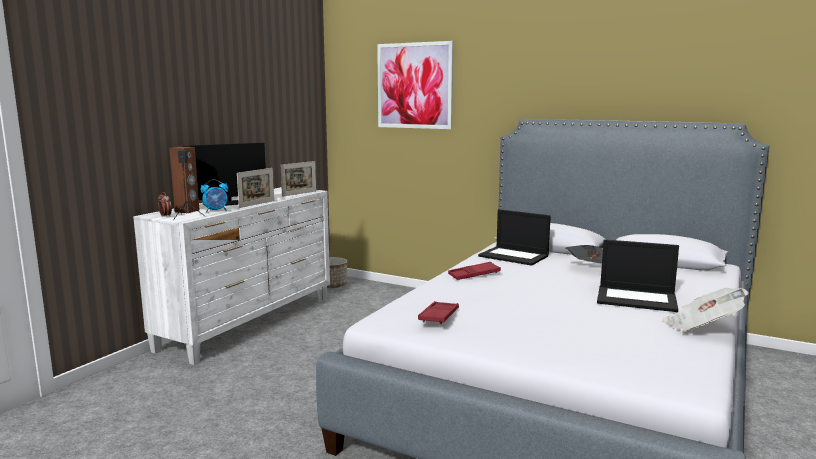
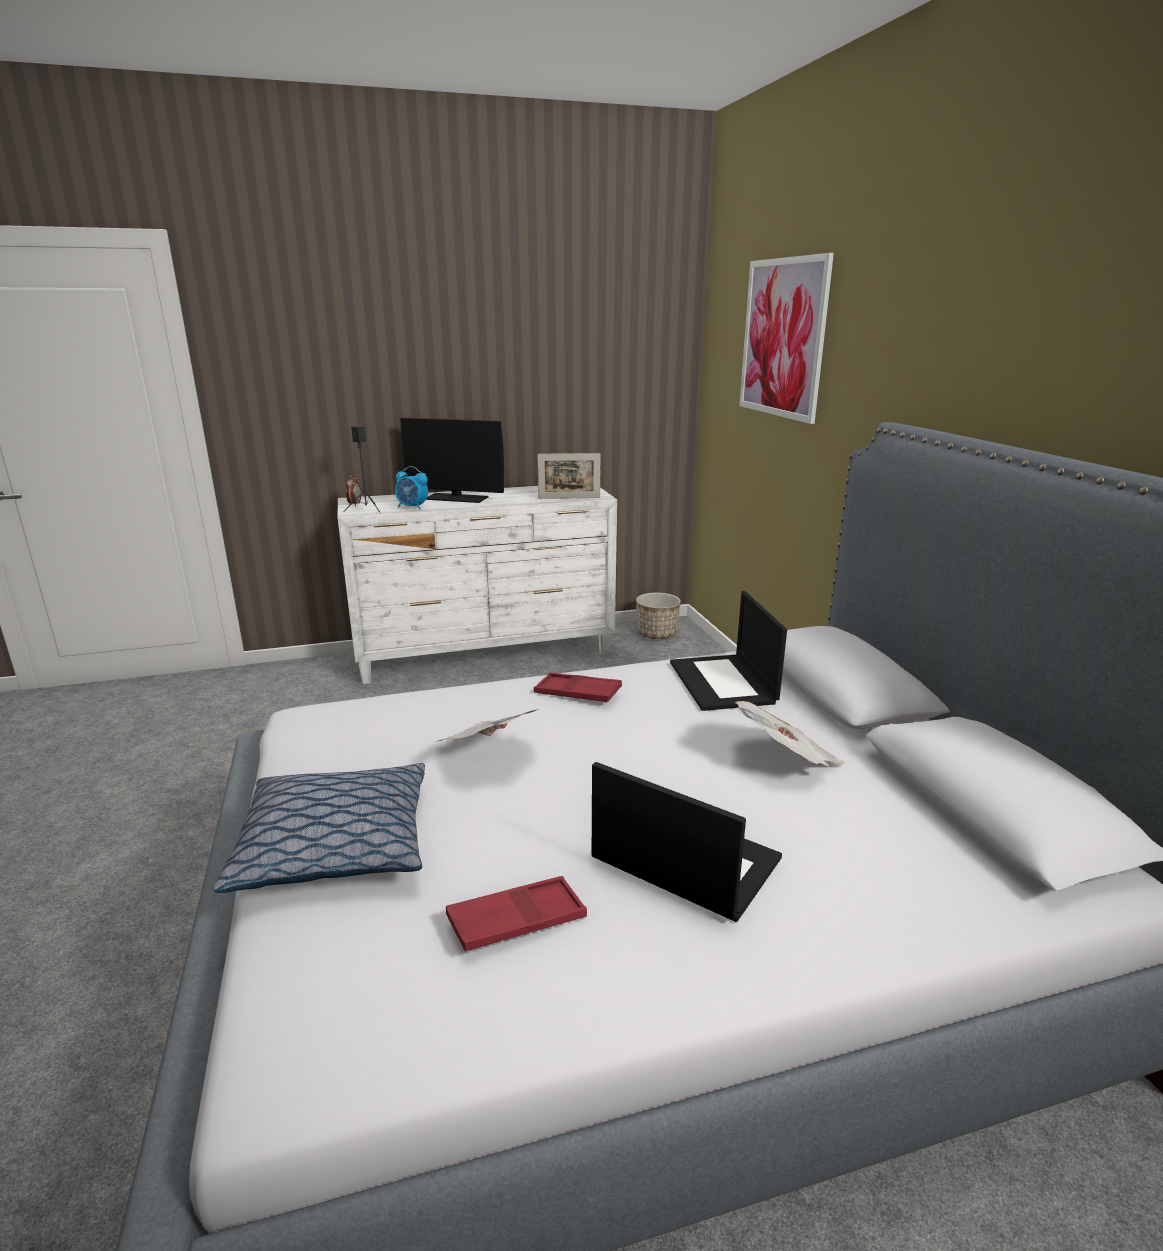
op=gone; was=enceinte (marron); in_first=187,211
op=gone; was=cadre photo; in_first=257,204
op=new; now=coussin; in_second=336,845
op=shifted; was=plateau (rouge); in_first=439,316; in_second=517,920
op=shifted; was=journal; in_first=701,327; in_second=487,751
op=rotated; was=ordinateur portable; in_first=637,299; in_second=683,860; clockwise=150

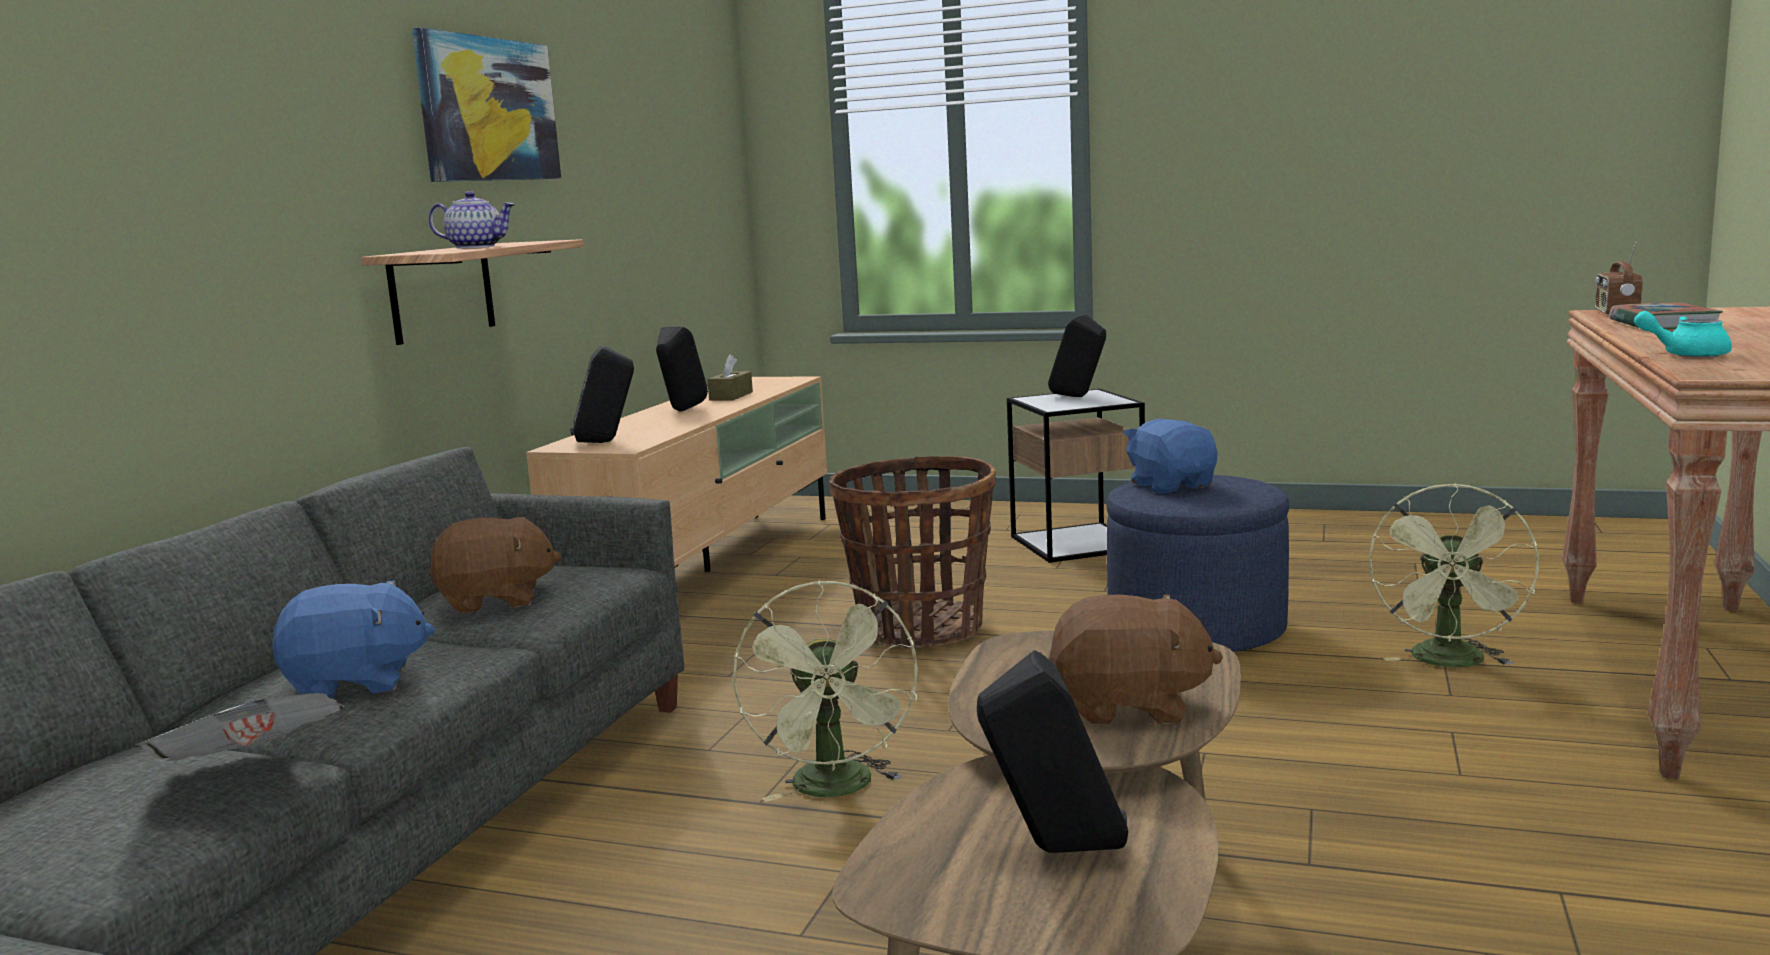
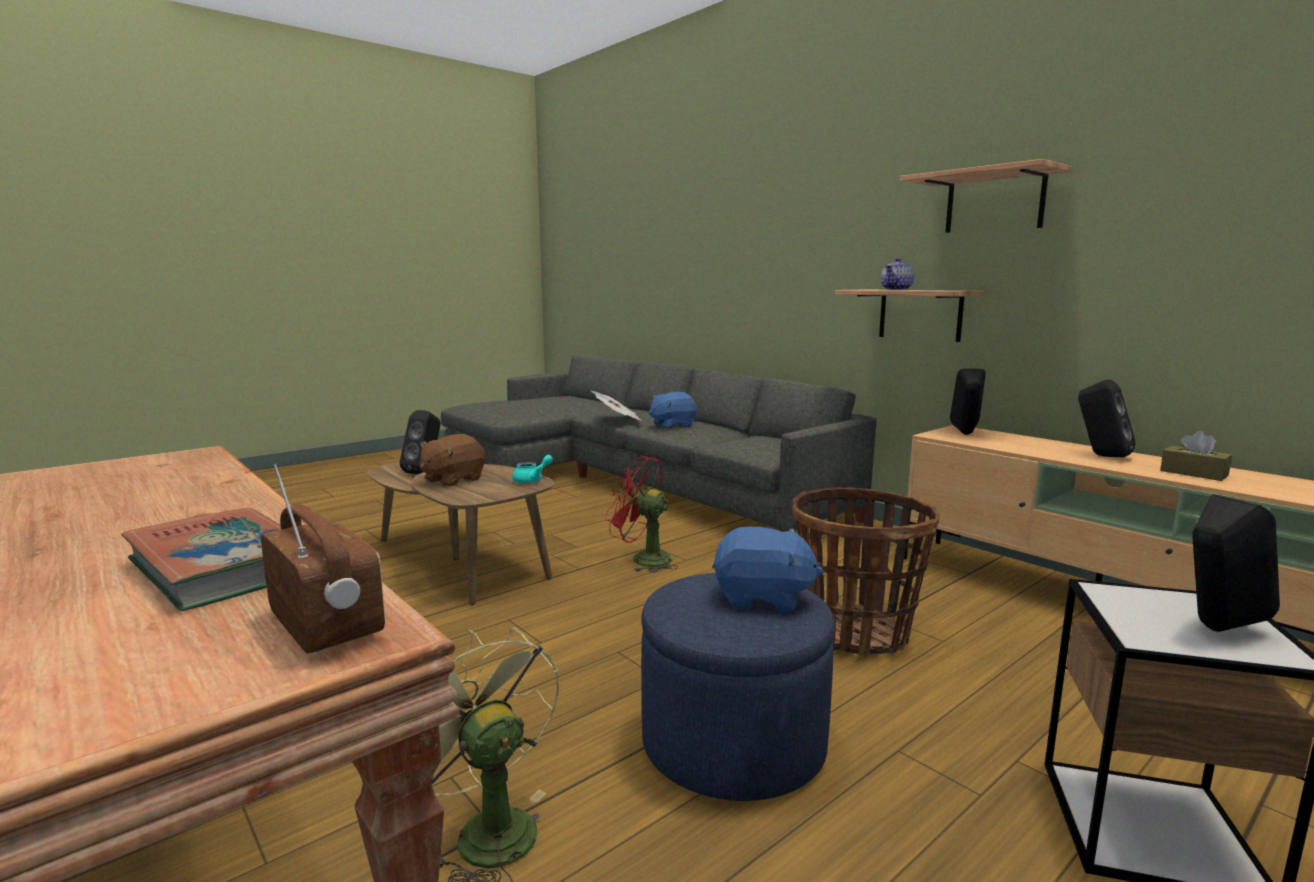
op=gone; was=peluche (marron); in_first=496,601
op=shifted; was=théière (turquoise); in_first=1685,355; in_second=532,480
op=swapped; was=tableau; now=étagère; in_first=487,109; in_second=994,202
op=repainted; was=ventilateur (vert); now=ventilateur (rouge); in_first=837,789; in_second=642,559
op=rotated; was=peluche (bleu); in_first=356,683; in_second=672,425; clockwise=45

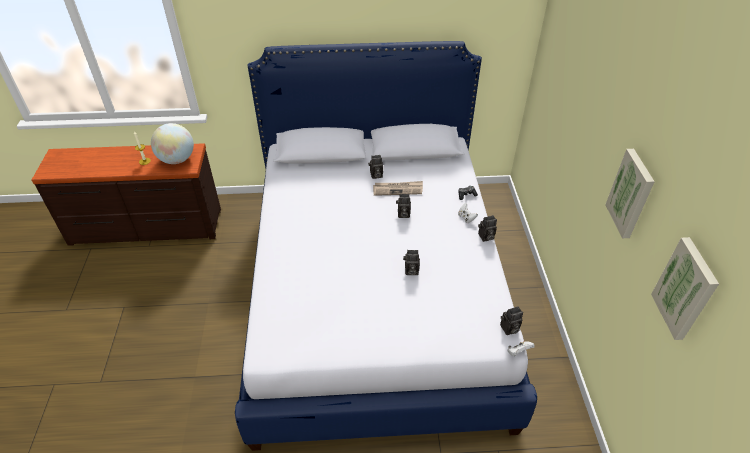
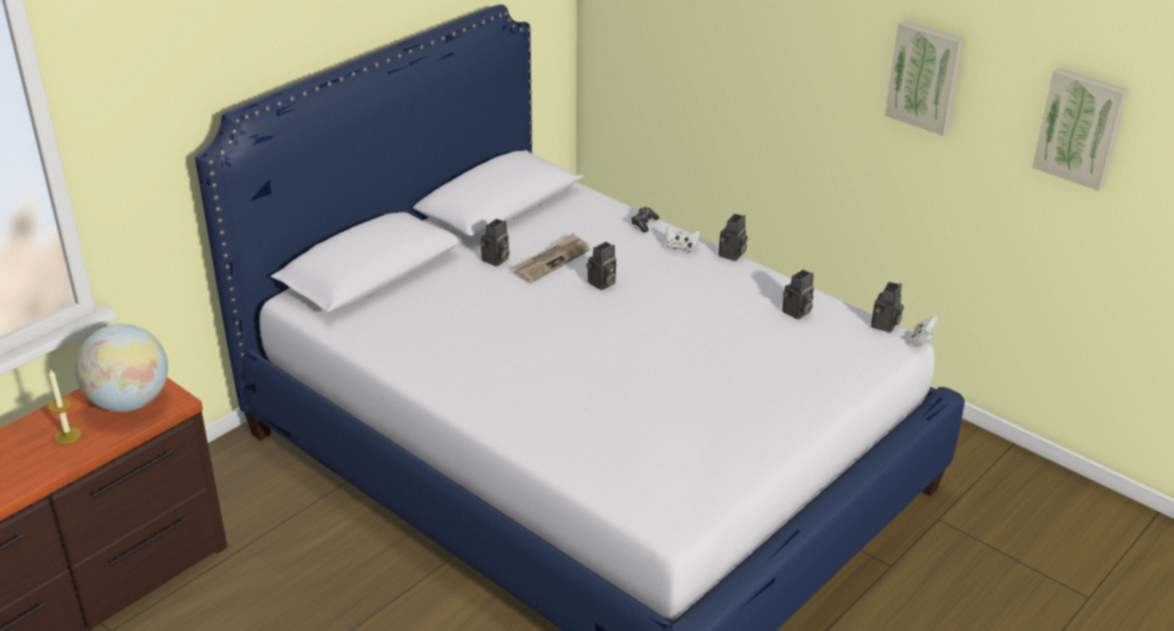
op=shifted; was=appareil photo; in_first=410,271; in_second=796,313

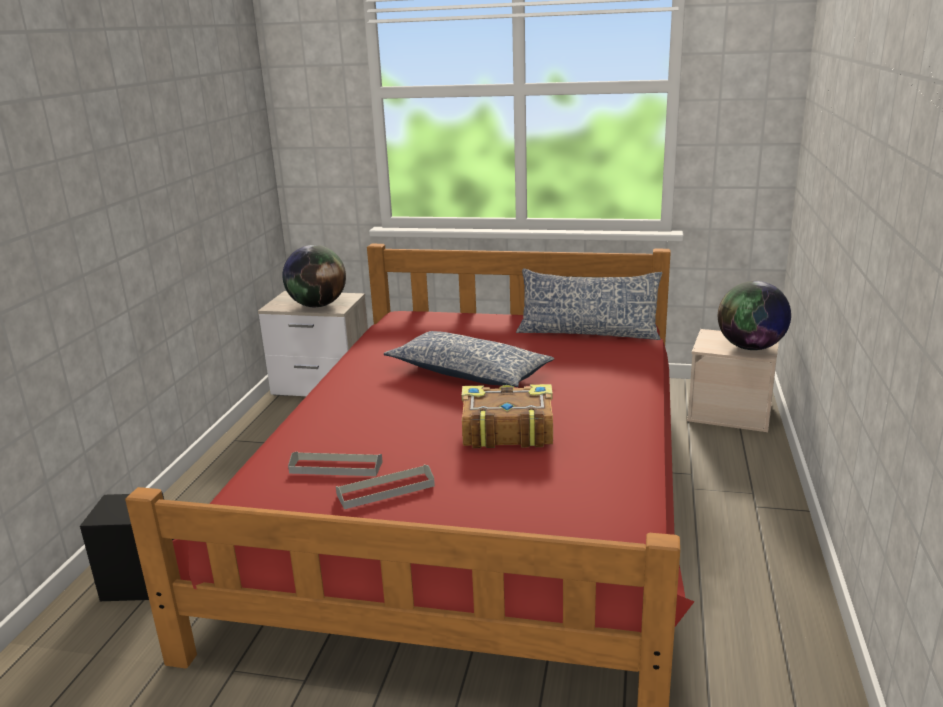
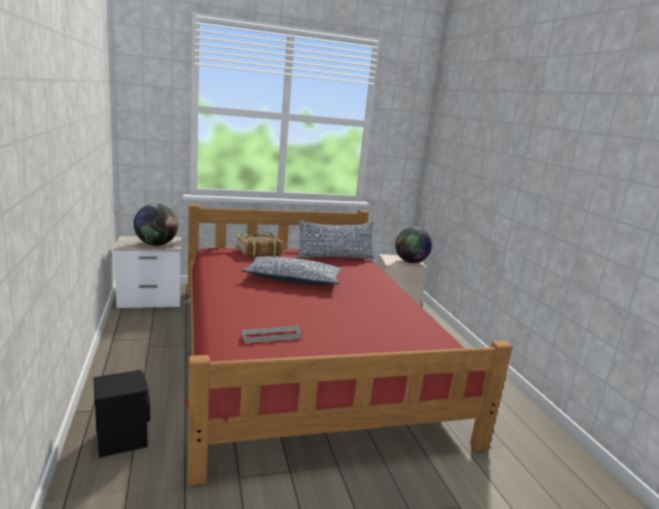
op=gone; was=plateau (gris); in_first=385,490
op=shifted; was=livre; in_first=506,430; in_second=257,251

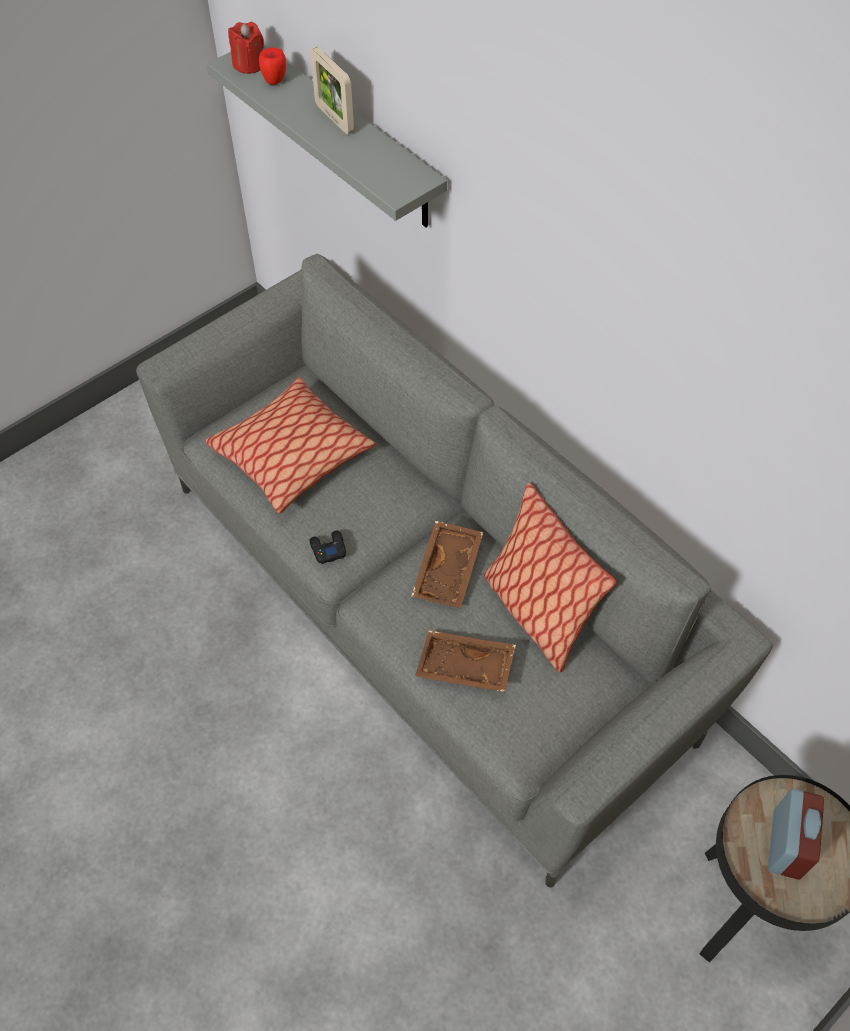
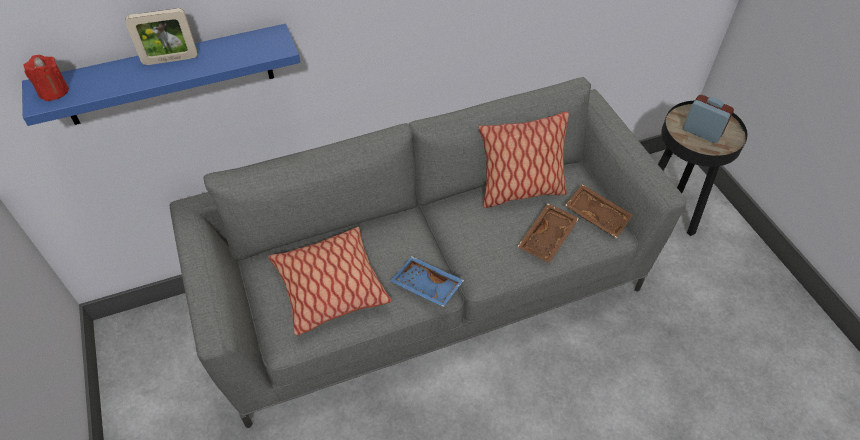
op=gone; was=pomme; in_first=274,82
op=shifted; was=plateau (marron); in_first=449,571; in_second=597,215
op=swapped; was=manette (noir); now=plateau (bleu); in_first=328,549; in_second=426,287
op=repainted; was=étagère (gris); now=étagère (bleu); in_first=348,137; in_second=168,75

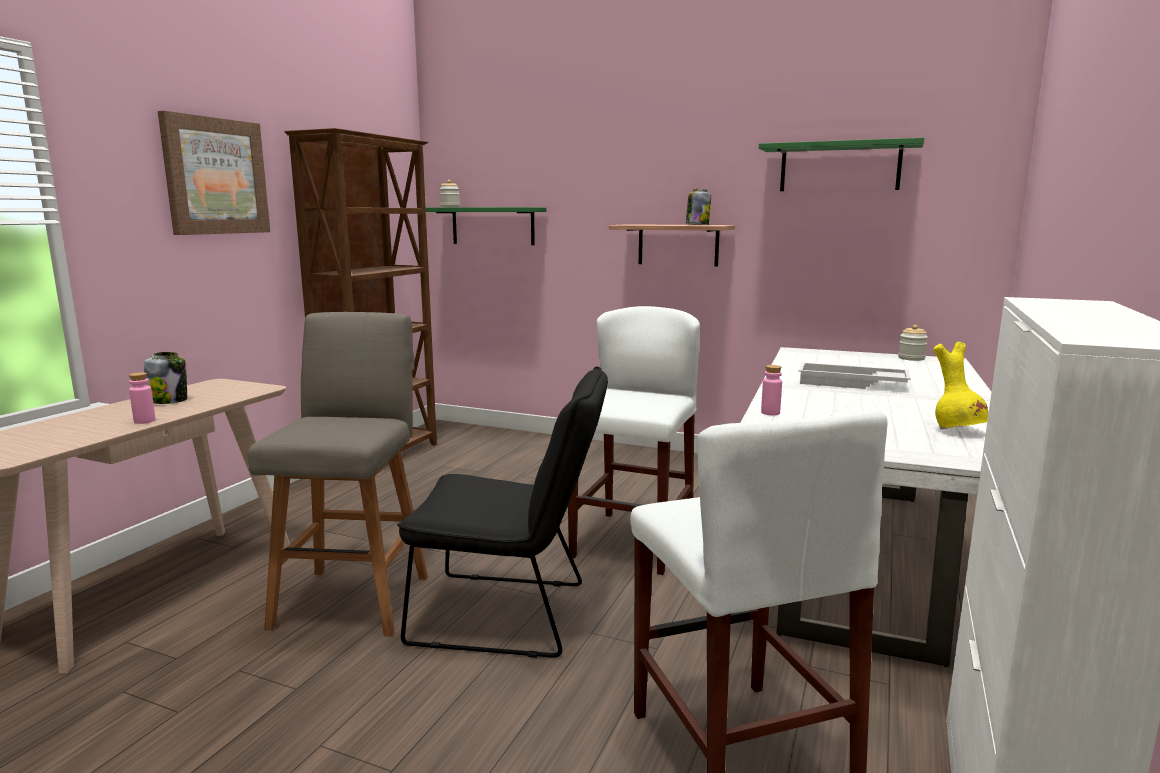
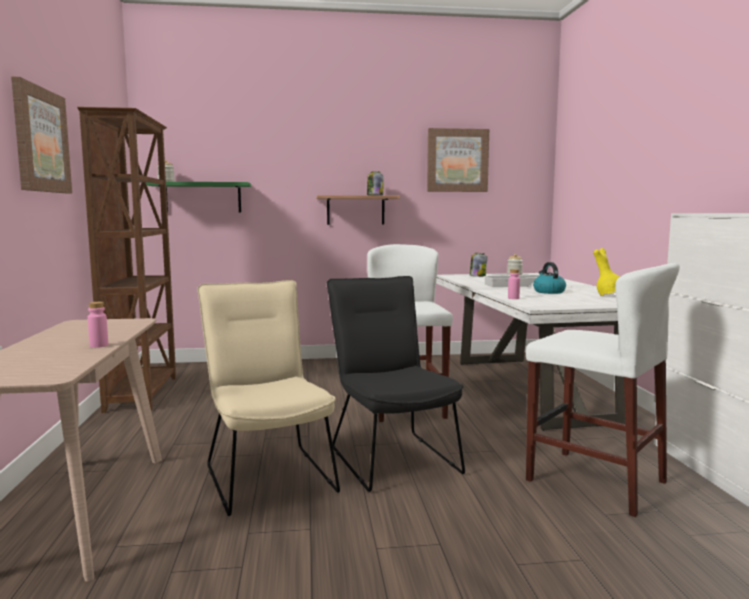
op=new; now=bouilloire; in_second=548,292
op=shifted; was=bocal; in_first=168,400; in_second=477,276
op=swapped; was=tabouret (gris); now=chaise (beige); in_first=354,598; in_second=267,474
op=swapped; was=étagère (vert); now=tableau; in_first=839,167; in_second=457,160
op=rotated; was=chaise (noir); in_first=512,615; in_second=390,456; clockwise=-90

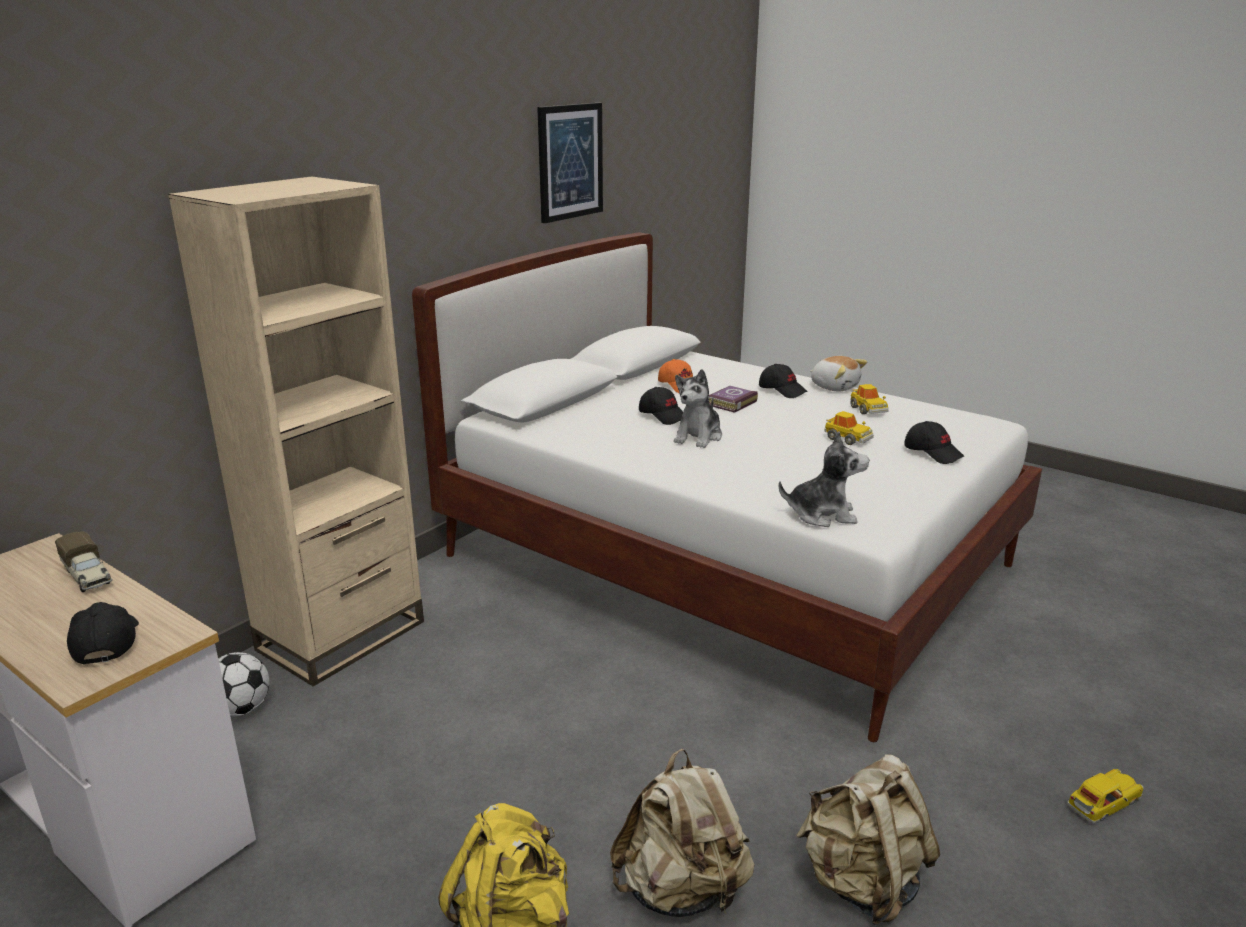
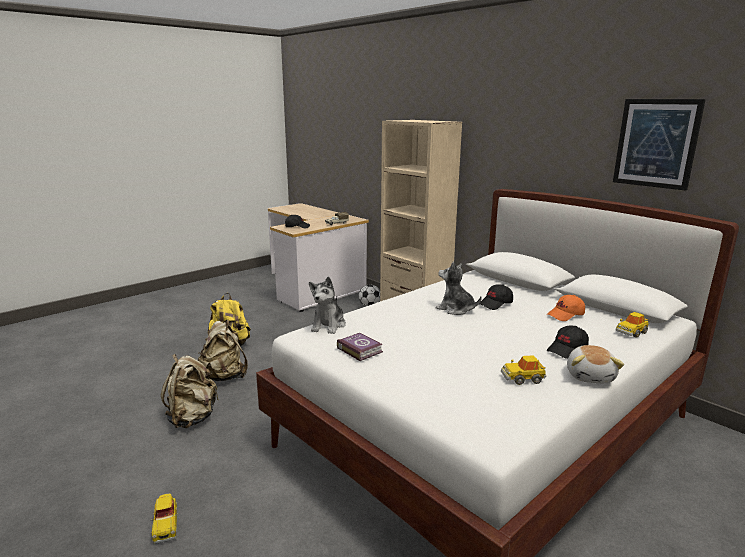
op=gone; was=casquette (noir); in_first=933,453
op=shifted; was=livre; in_first=730,403; in_second=359,349
op=shifted; was=petite voiture; in_first=847,438; in_second=631,332
op=rotated; was=peluche; in_first=834,387; in_second=590,376; clockwise=-45

